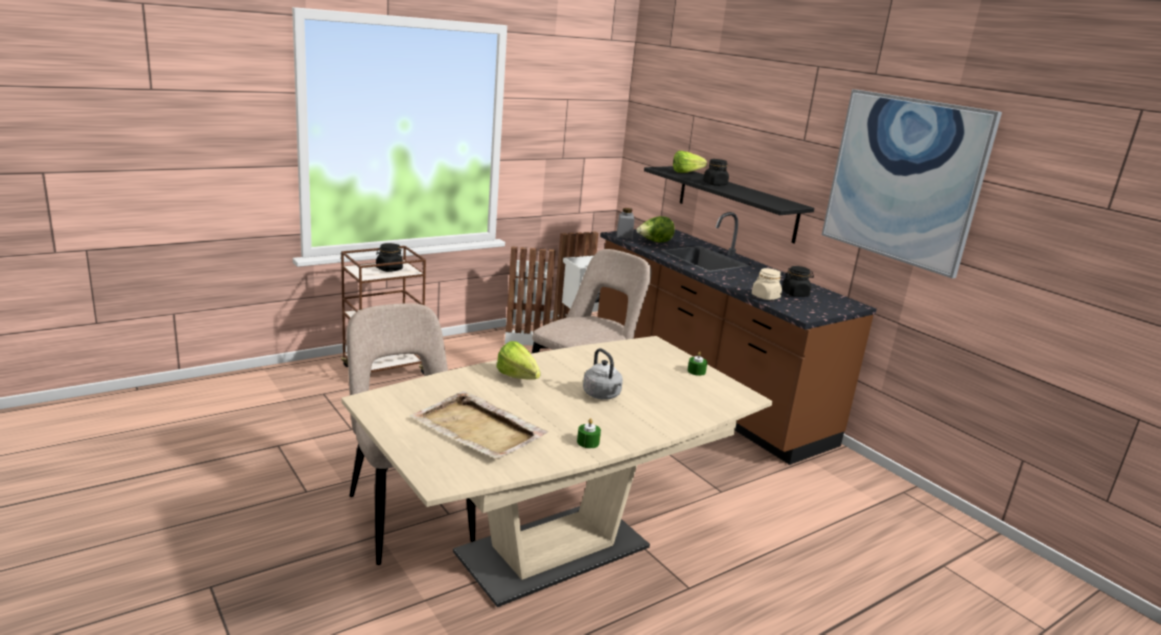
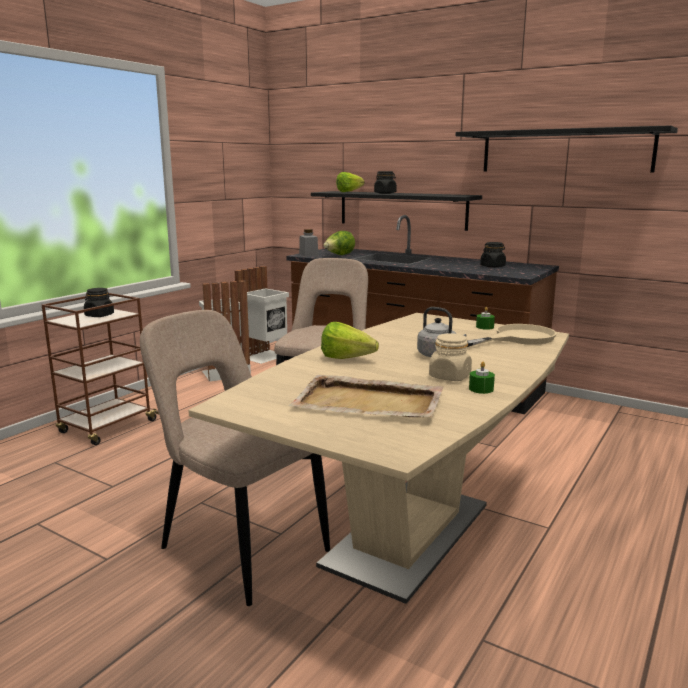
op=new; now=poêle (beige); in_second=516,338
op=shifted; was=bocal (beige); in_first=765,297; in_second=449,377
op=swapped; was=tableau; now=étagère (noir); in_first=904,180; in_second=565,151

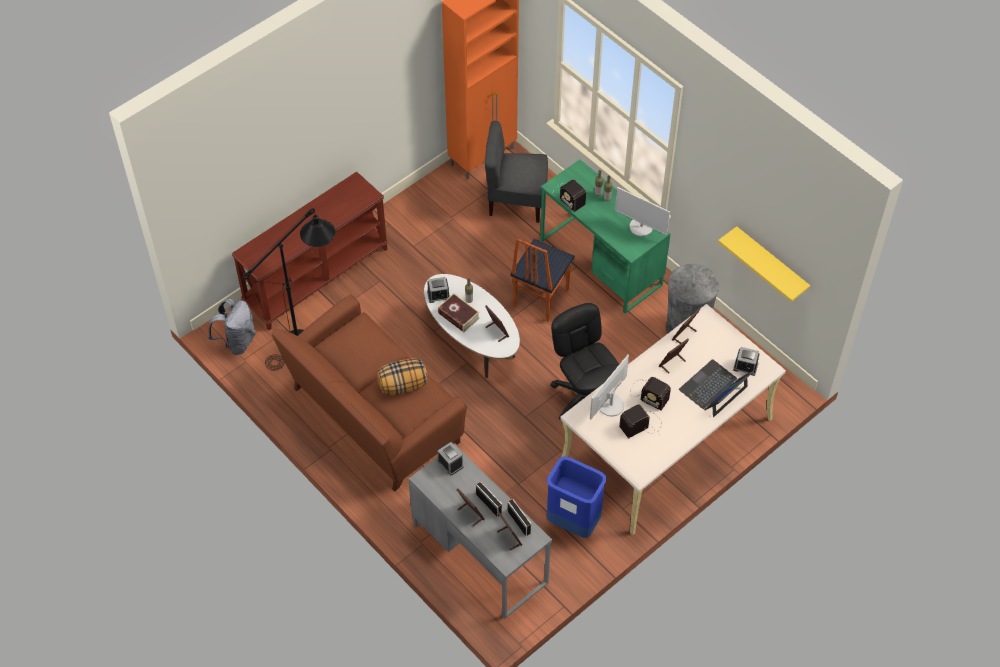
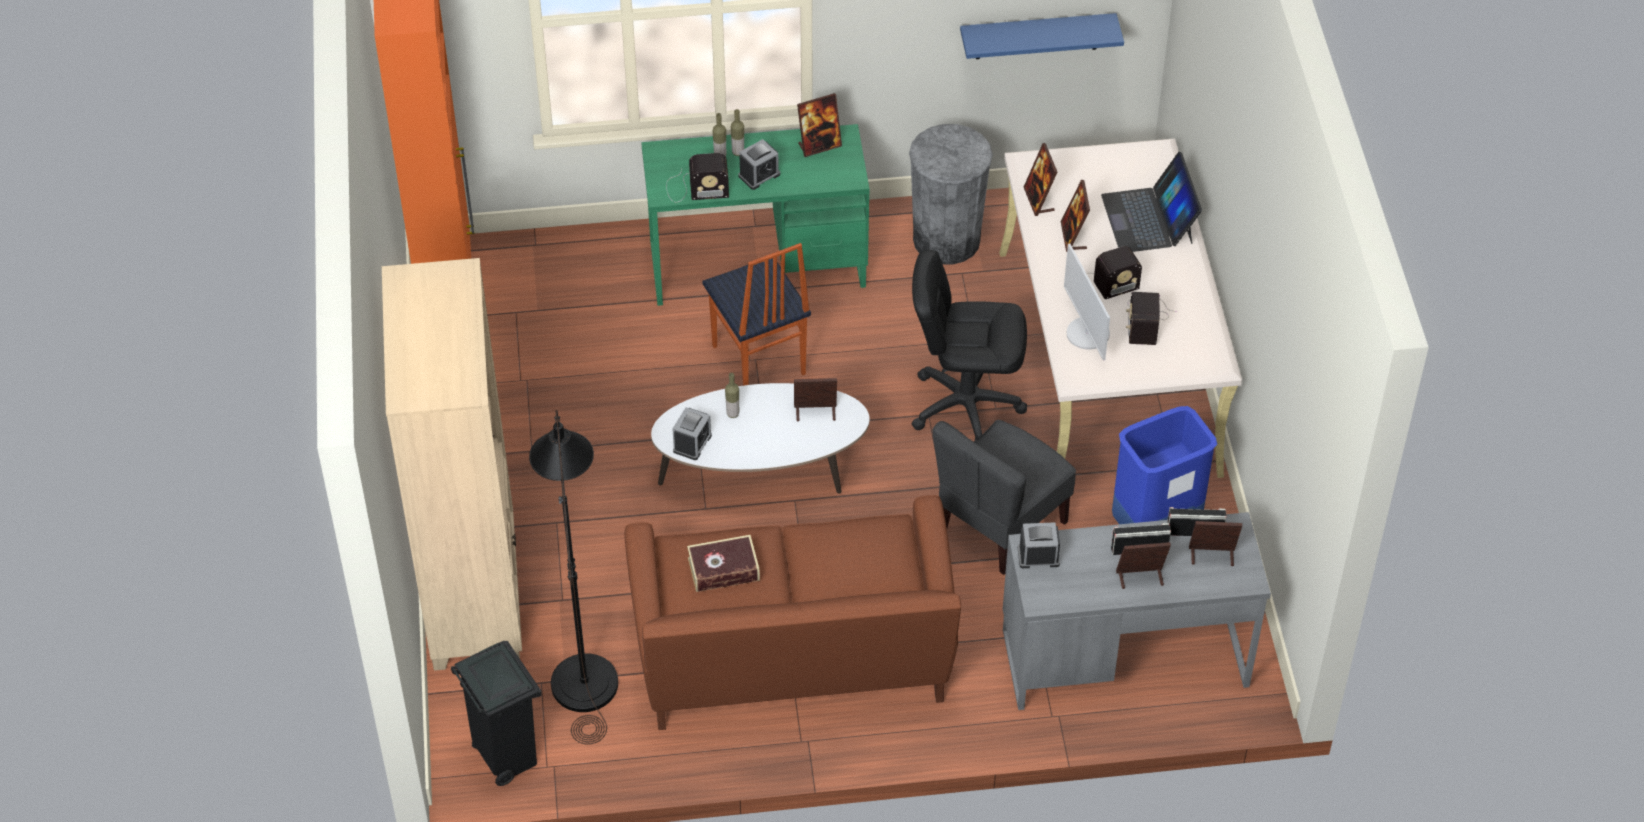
op=gone; was=coussin; in_first=403,385
op=shifted; was=livre; in_first=458,316; in_second=723,569
op=shifted; was=chaise (gris); in_first=516,201; in_second=1000,526
op=shifted; was=réveil; in_first=745,366; in_second=759,175
op=swapped; was=sac à dos (gris); now=poubelle (noir); in_first=237,341; in_second=506,757
op=swapped; was=table console (marron); now=bibliothèque (beige); in_first=316,276; in_second=475,594
op=swapped; was=écran d'ordinateur; now=cadre photo; in_first=641,227; in_second=819,145
op=repainted; was=étagère (jaune); now=étagère (bleu); in_first=771,264; in_second=1037,36

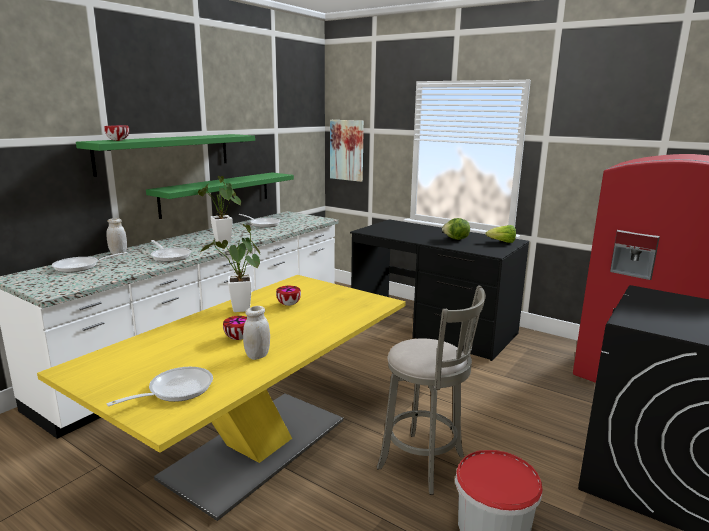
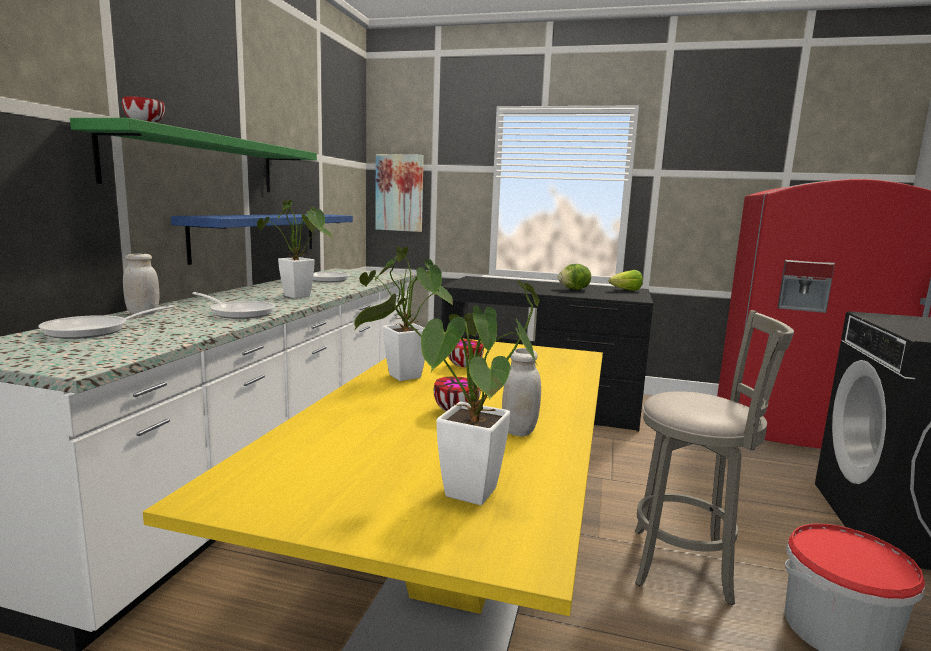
op=swapped; was=poêle; now=plante en pot; in_first=175,390; in_second=464,498
op=repainted; was=étagère (vert); now=étagère (bleu); in_first=217,193; in_second=258,235

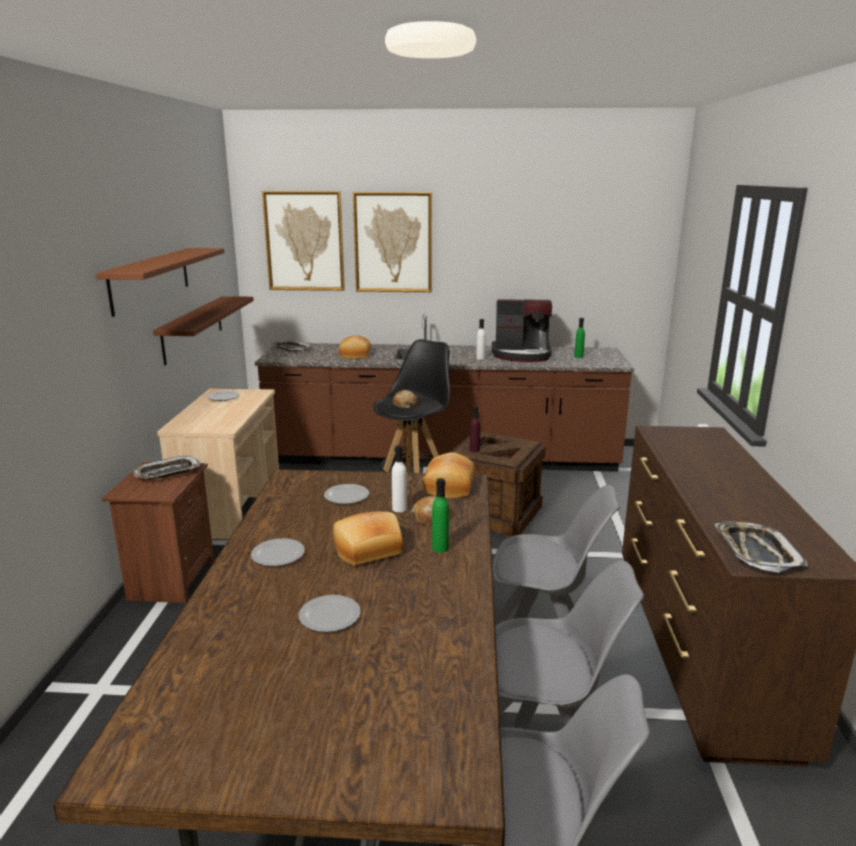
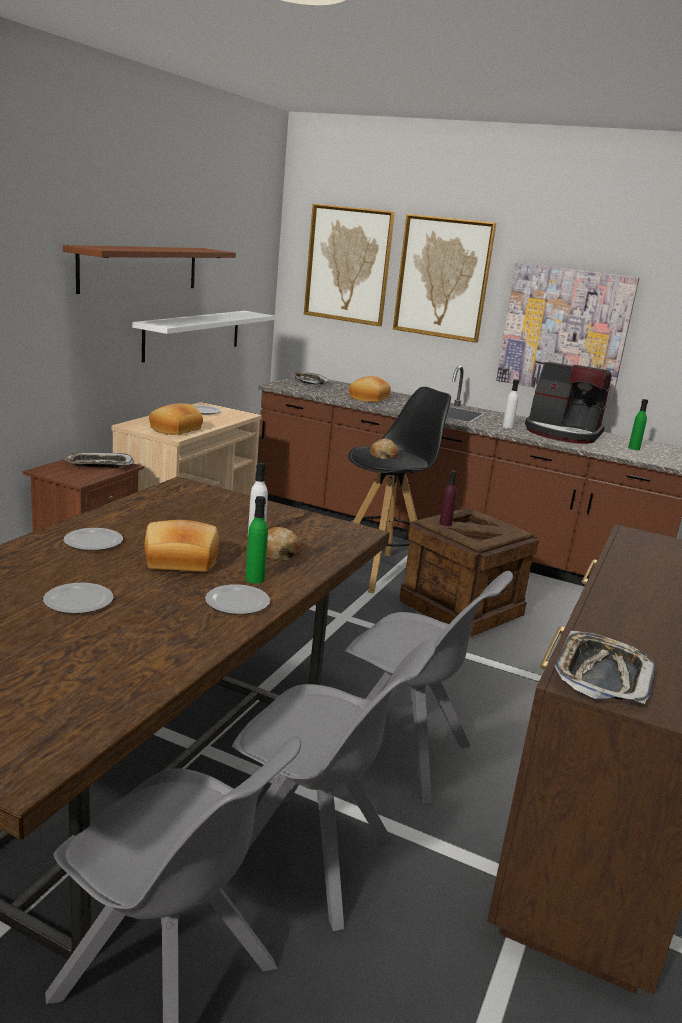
op=new; now=tableau; in_second=565,331
op=shifted; was=assiette; in_first=346,496; in_second=236,602
op=shifted; was=pain; in_first=447,487; in_second=175,429
op=repainted; was=étagère (marron); now=étagère (blanc); in_first=193,328; in_second=193,334

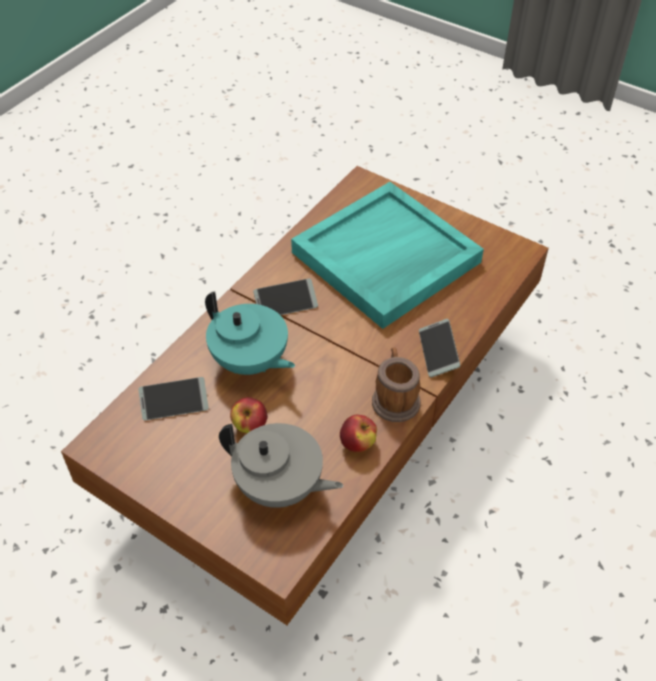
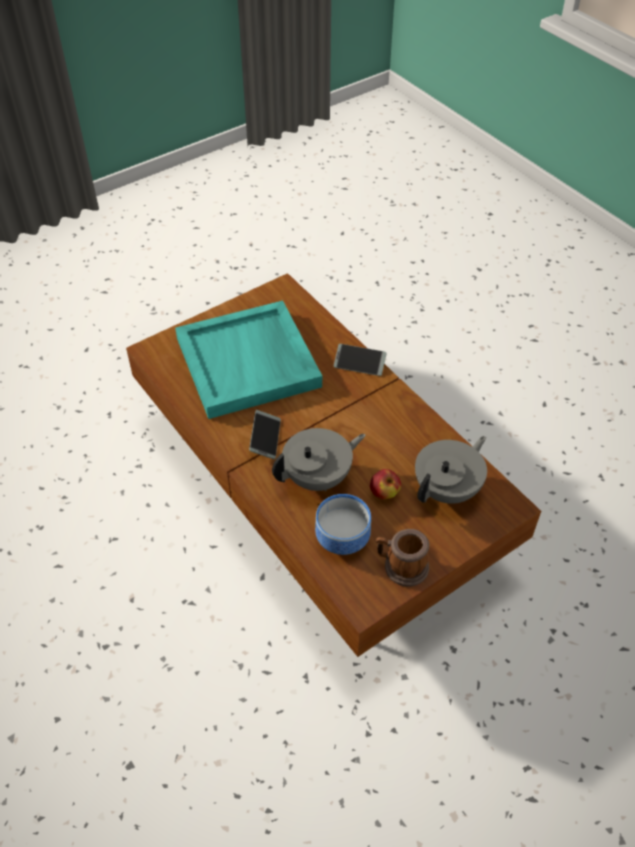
op=gone; was=pomme; in_first=358,444
op=shifted; was=mug; in_first=394,398; in_second=401,566
op=swapped; was=téléphone; now=bol; in_first=174,403; in_second=340,539
op=repainted; was=théière (turquoise); now=théière (gris); in_first=250,362; in_second=318,477

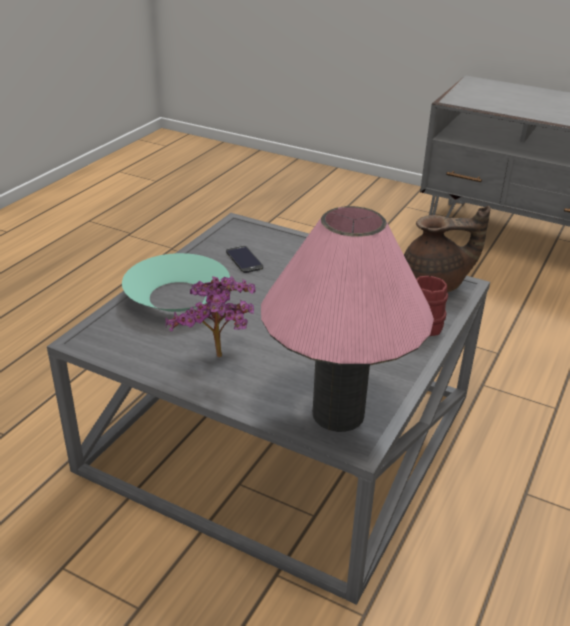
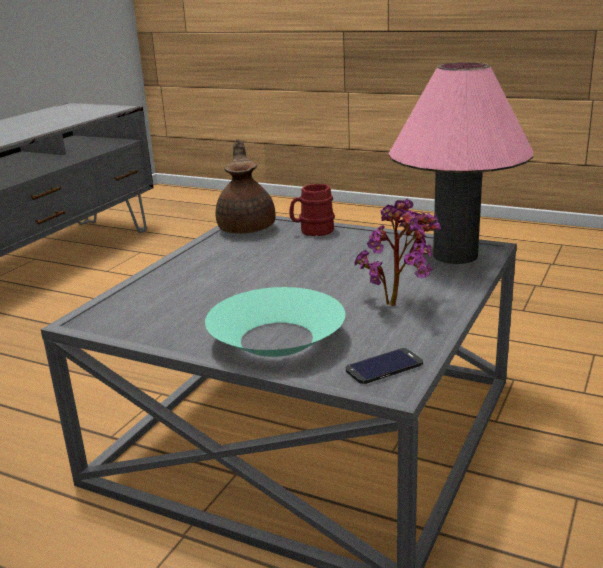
op=shifted; was=téléphone; in_first=244,260; in_second=384,367

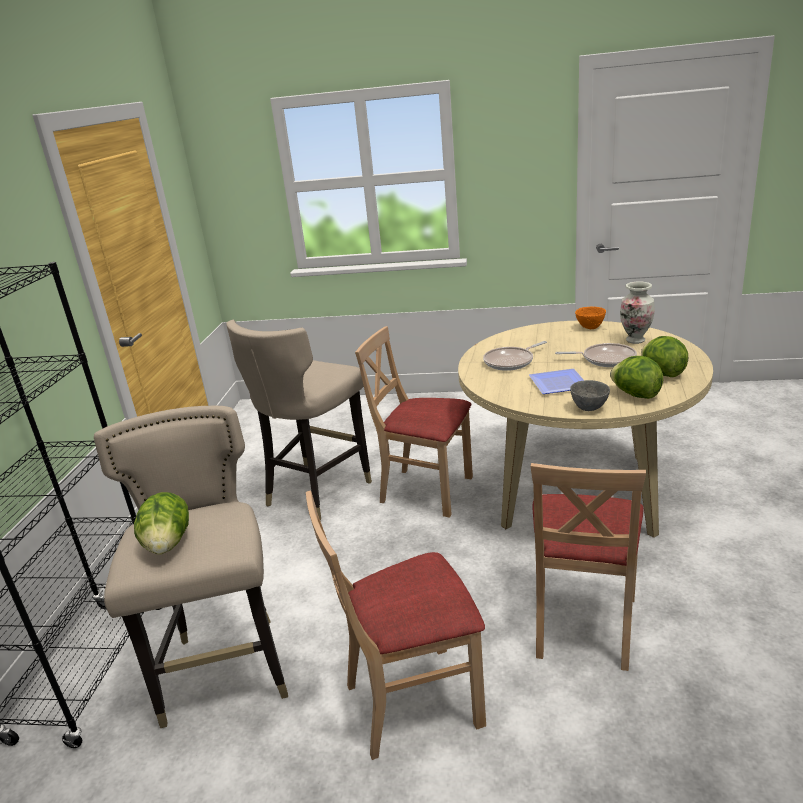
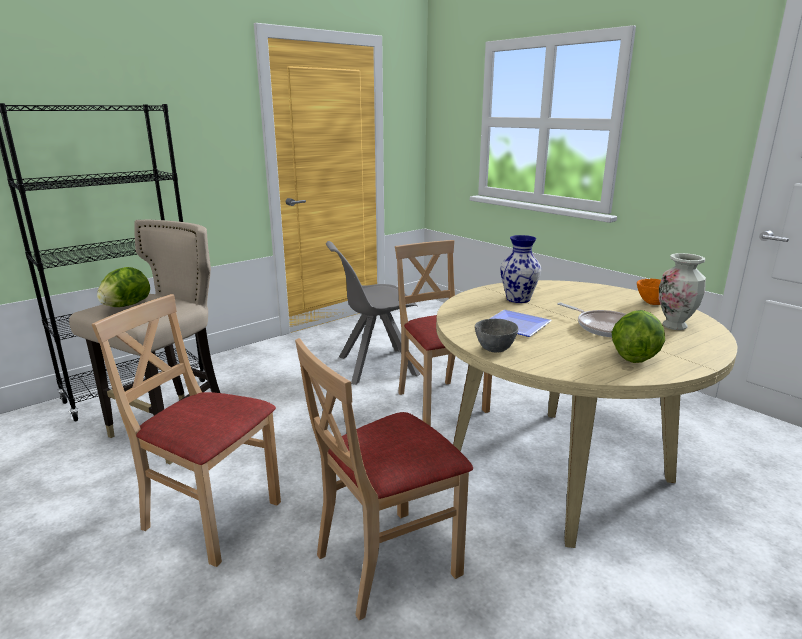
op=gone; was=laitue; in_first=635,394
op=swapped; was=tabouret (beige); now=chaise (gris); in_first=317,491; in_second=375,366
op=swapped; was=poêle; now=vase; in_first=511,362; in_second=518,299

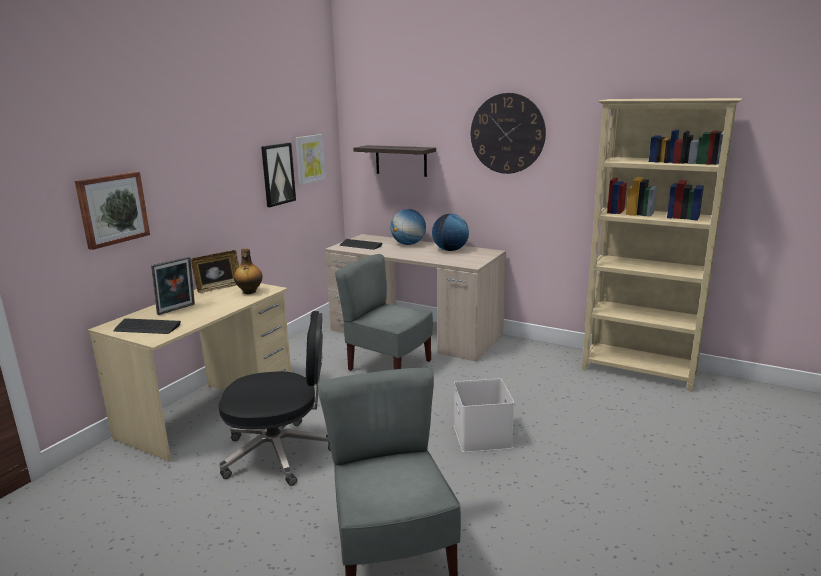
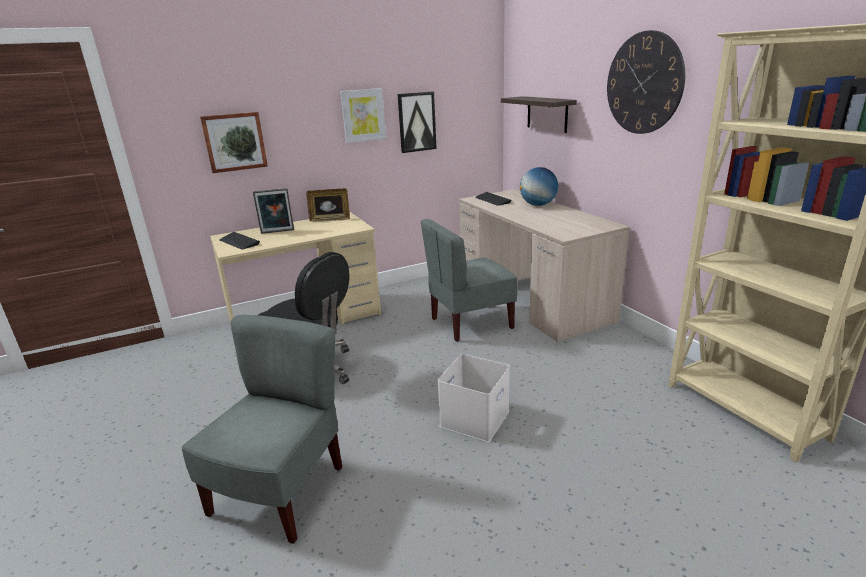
op=gone; was=bouteille; in_first=249,292
op=gone; was=globe; in_first=450,250
op=shifted; was=tableau; in_first=309,159; in_second=363,115
op=rotated; was=chaise (gris); in_first=388,366; in_second=470,323; clockwise=-90

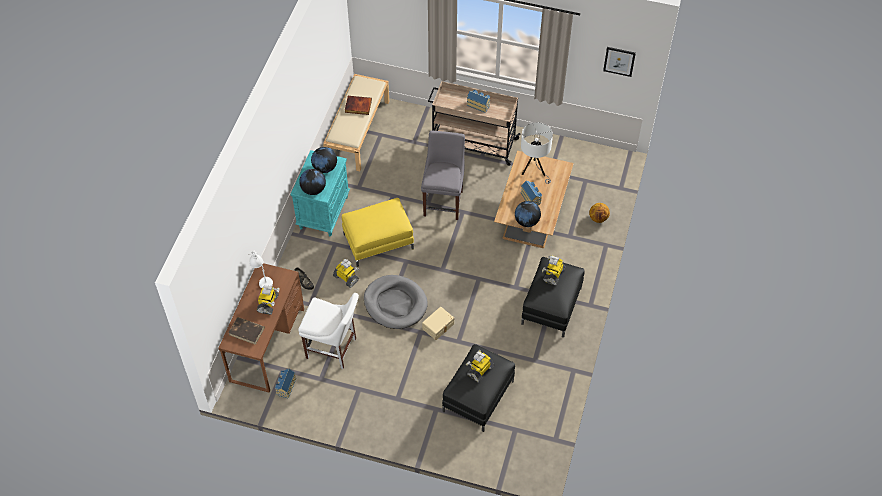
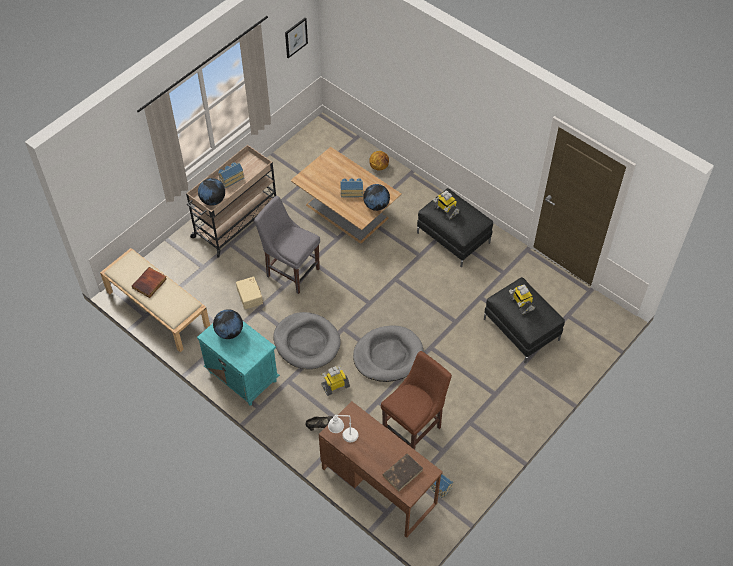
op=gone; was=robot jouet; in_first=268,304
op=gone; was=lampe de table (blanc); in_first=534,171
op=shifted; was=globe; in_first=313,189; in_second=213,200
op=shifted; was=boîte de rangement (beige); in_first=438,326; in_second=250,296
op=swapped; was=pouf (jaune); now=panier pour chien (gris); in_first=378,241; in_second=307,342
op=repainted; was=chaise (blanc); now=chaise (marron); in_first=333,349; in_second=414,427

